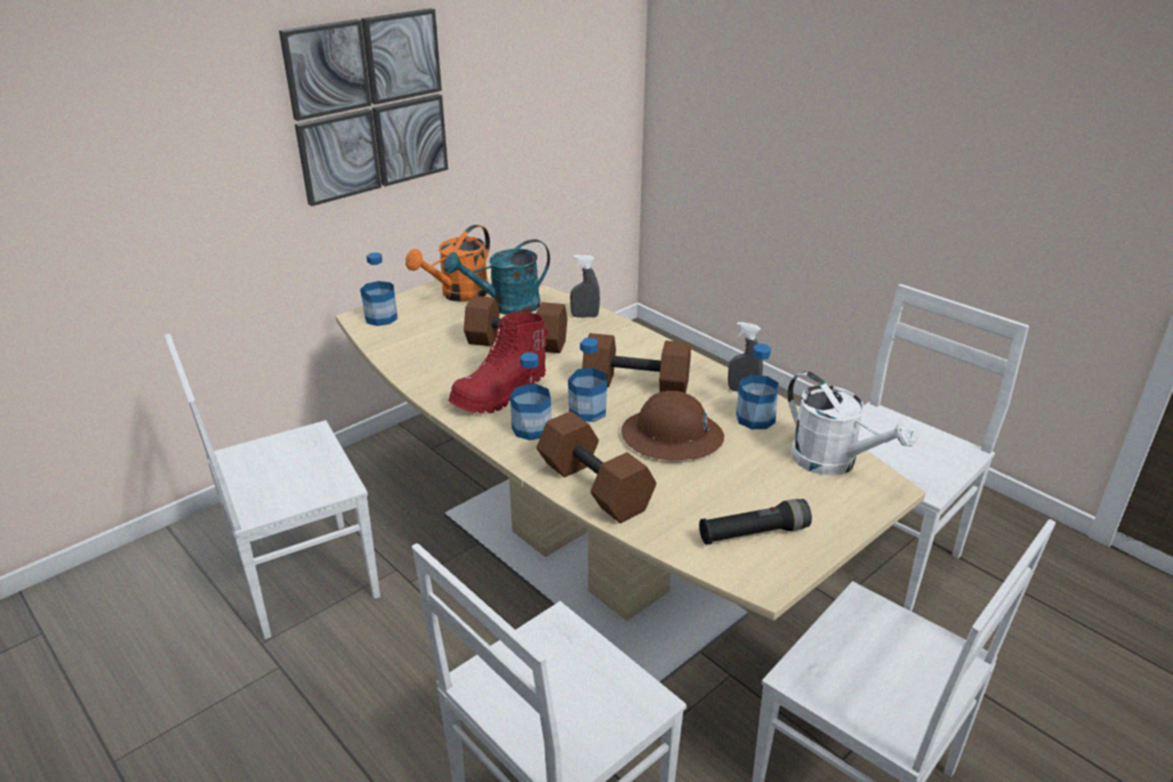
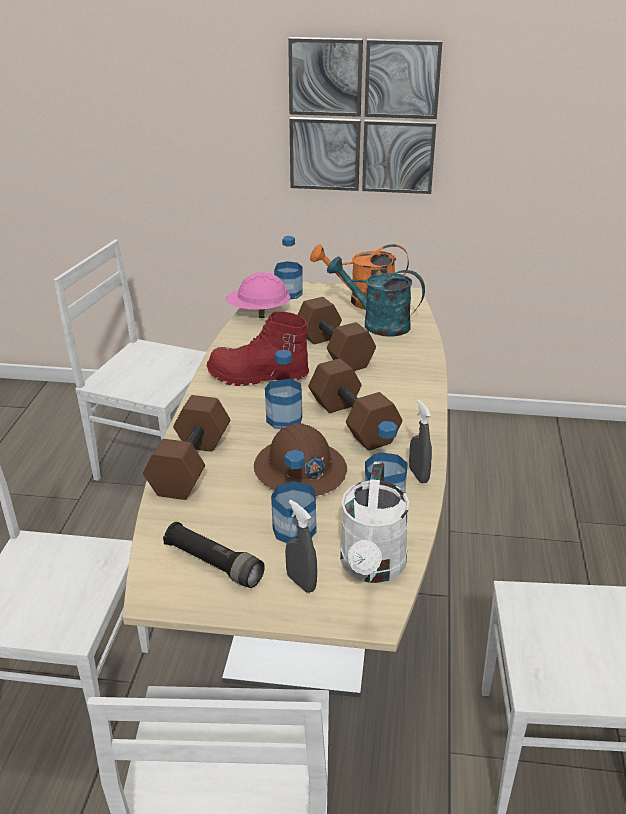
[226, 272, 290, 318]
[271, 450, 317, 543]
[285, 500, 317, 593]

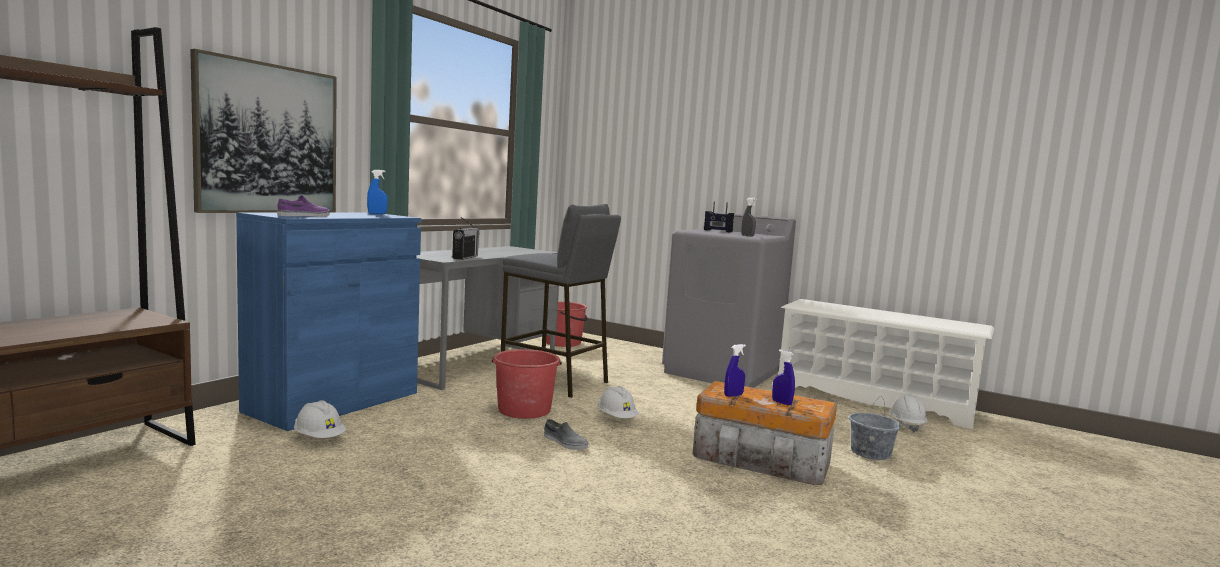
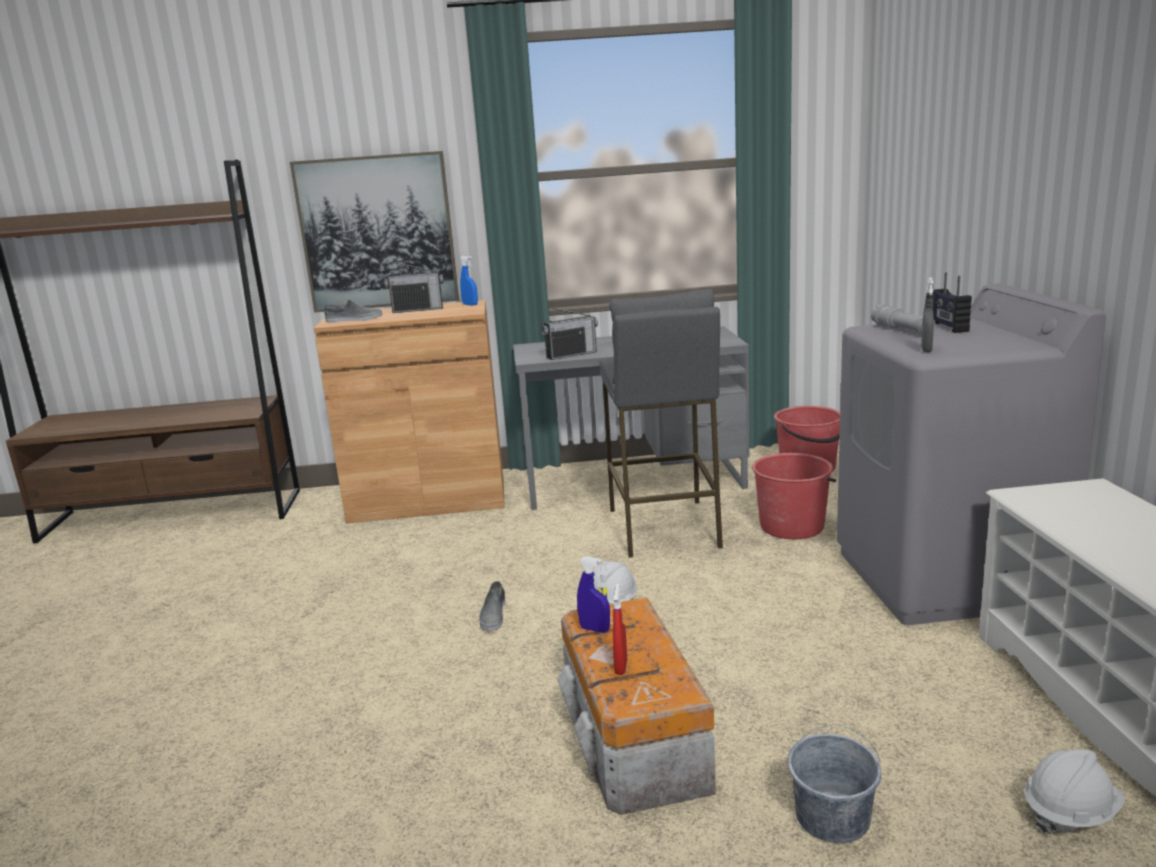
[314, 300, 505, 524]
[324, 299, 382, 322]
[384, 261, 444, 313]
[613, 583, 627, 675]
[752, 453, 836, 539]
[871, 305, 936, 334]
[294, 400, 346, 438] (first image)

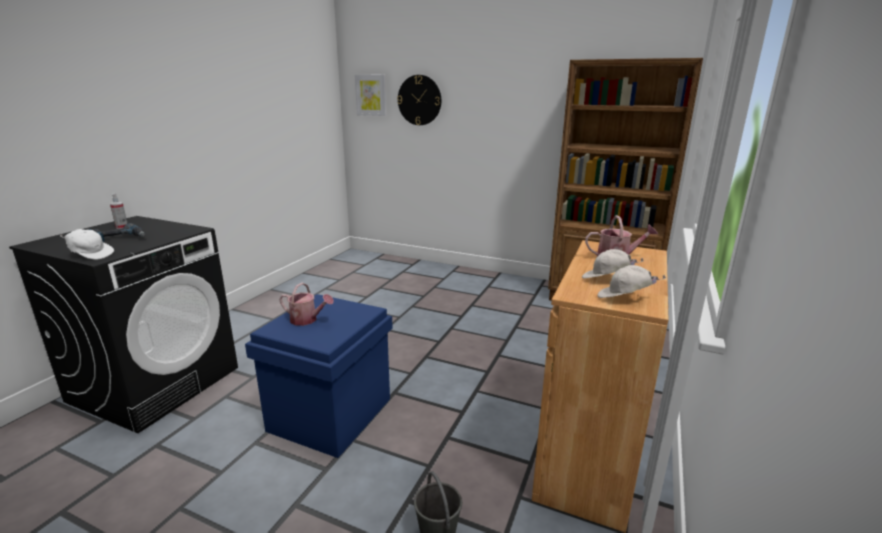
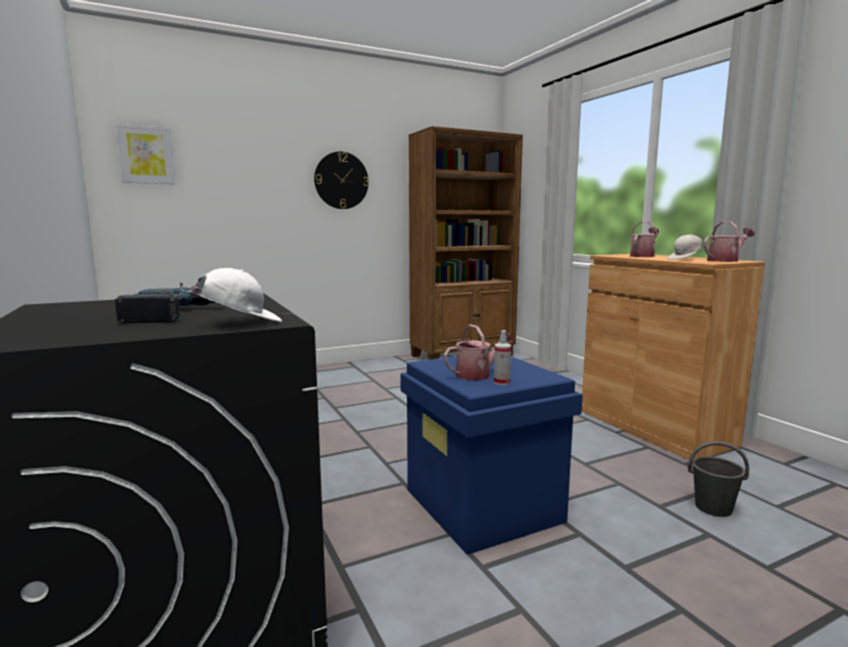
[314, 151, 369, 209]
[494, 330, 511, 385]
[704, 221, 755, 262]

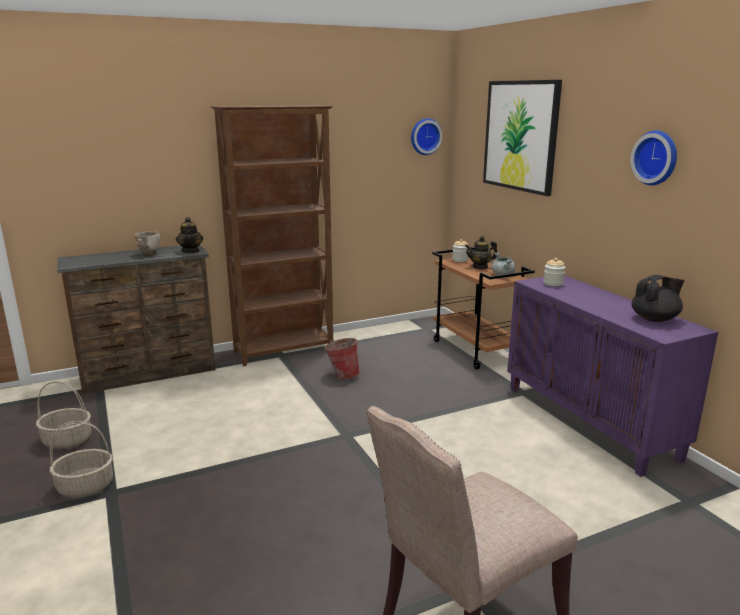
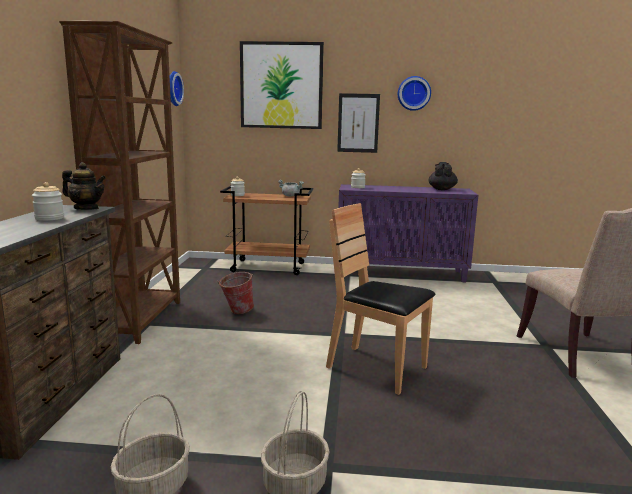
[32, 182, 64, 221]
[326, 203, 436, 395]
[337, 93, 380, 153]
[465, 236, 497, 269] (first image)

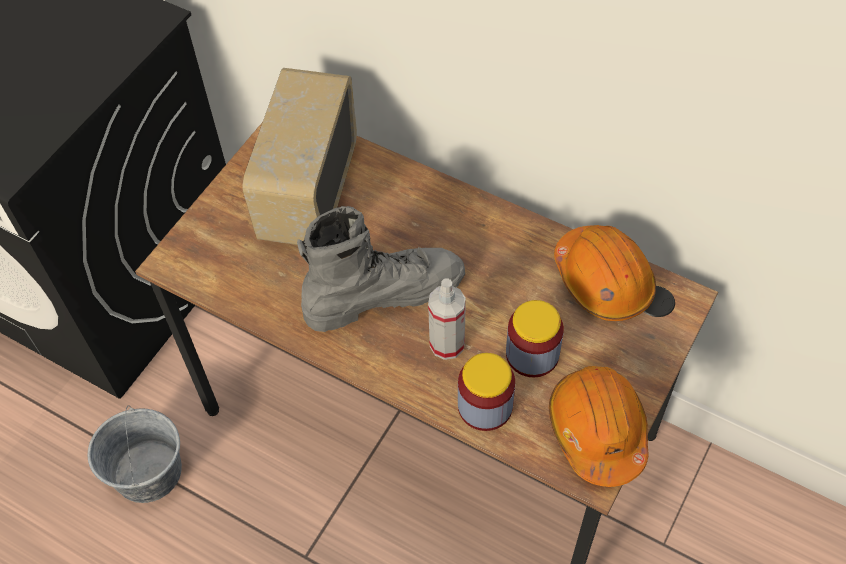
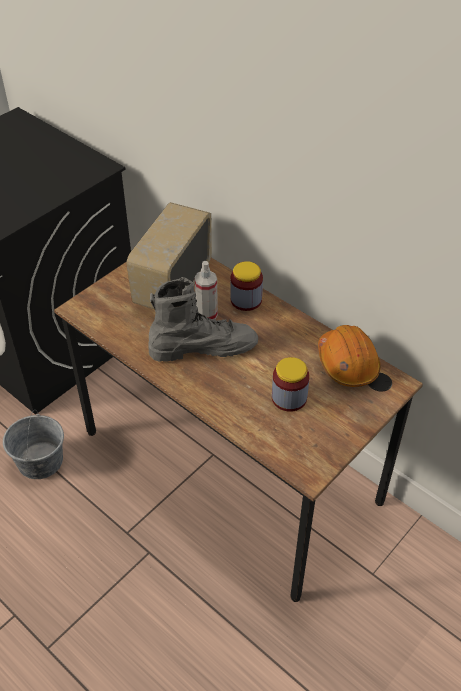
[195, 261, 218, 320]
[230, 261, 263, 311]
[549, 366, 648, 487] (first image)

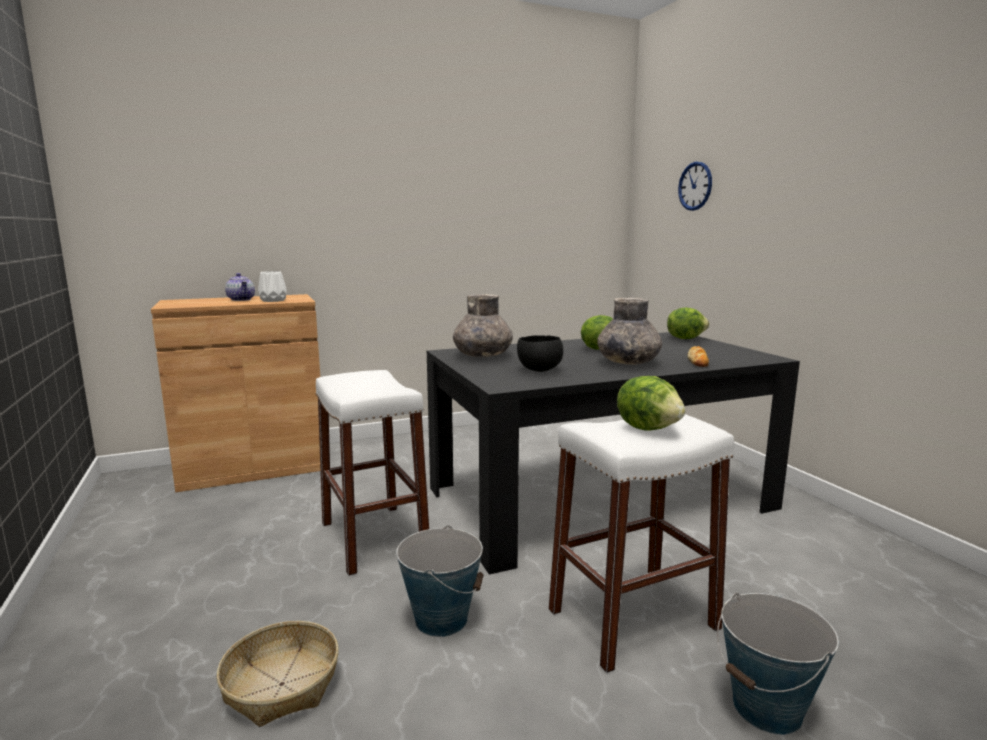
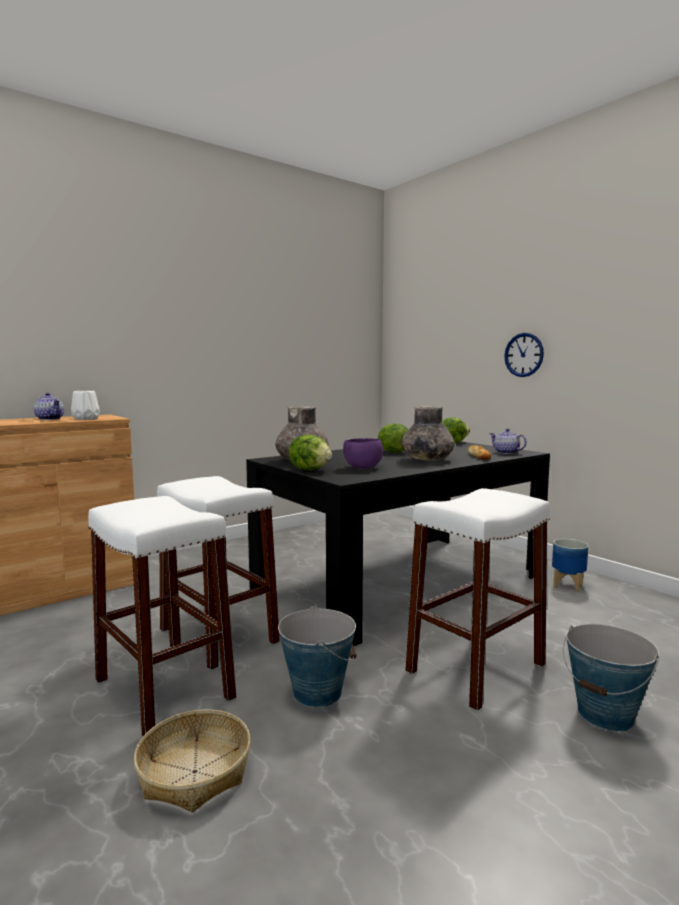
[88, 496, 236, 736]
[289, 435, 332, 470]
[343, 438, 383, 469]
[489, 429, 527, 454]
[504, 333, 544, 377]
[552, 539, 589, 592]

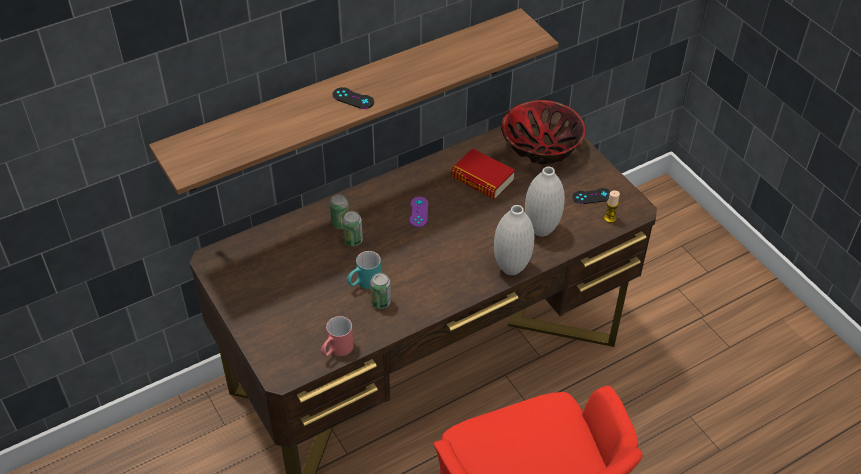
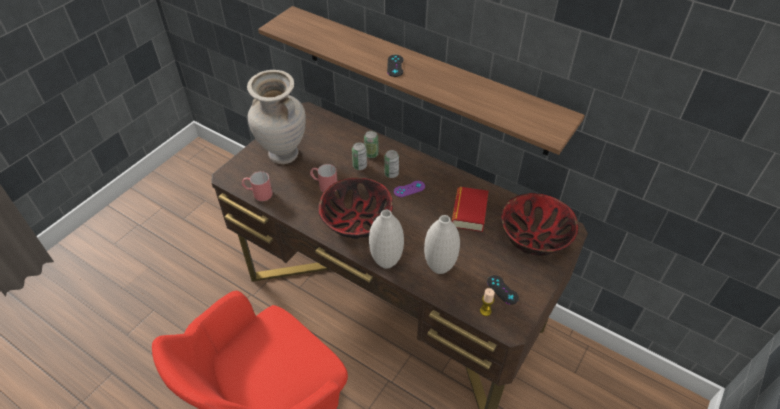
[247, 70, 306, 164]
[310, 164, 338, 192]
[318, 178, 393, 239]
[384, 150, 399, 178]

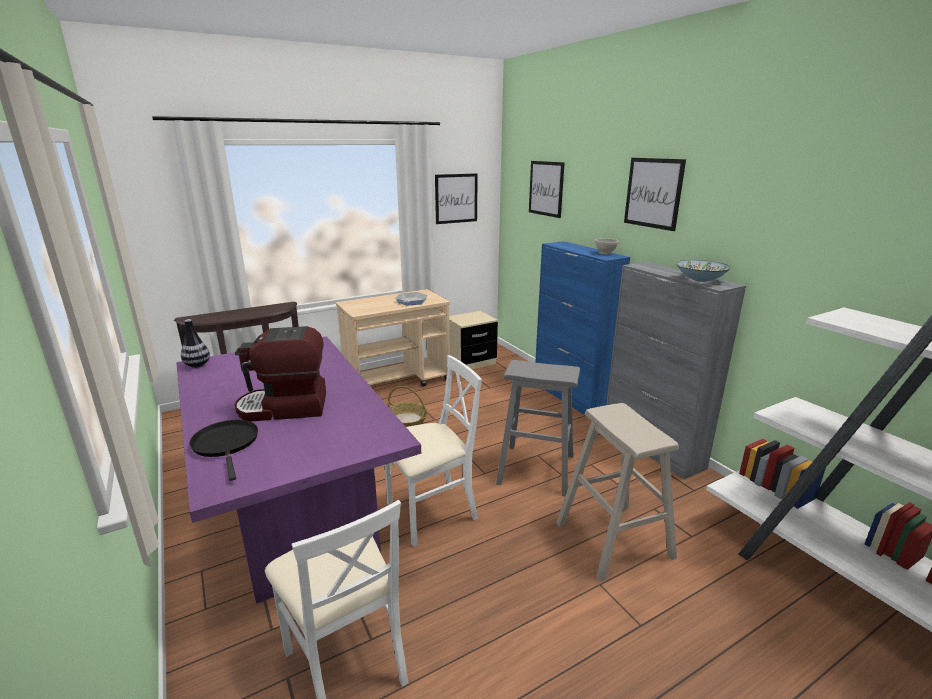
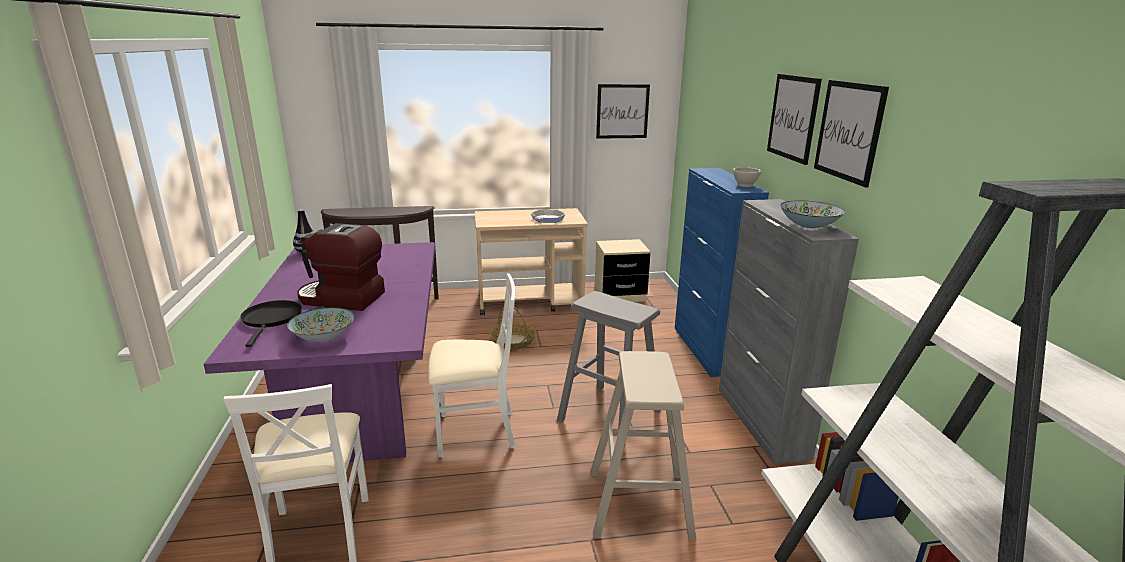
[287, 307, 355, 342]
[814, 80, 889, 188]

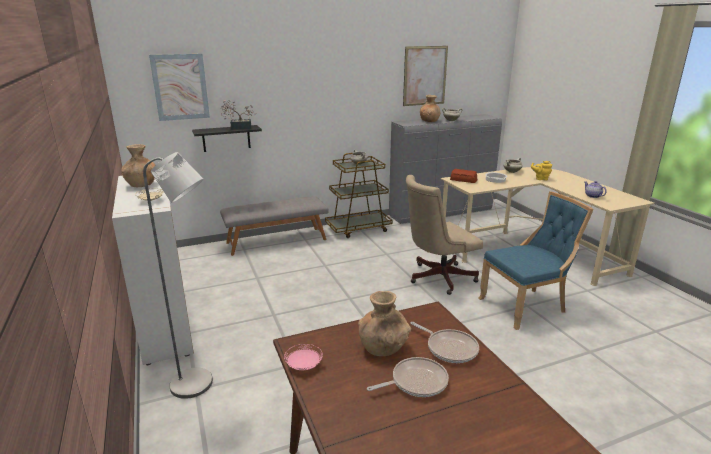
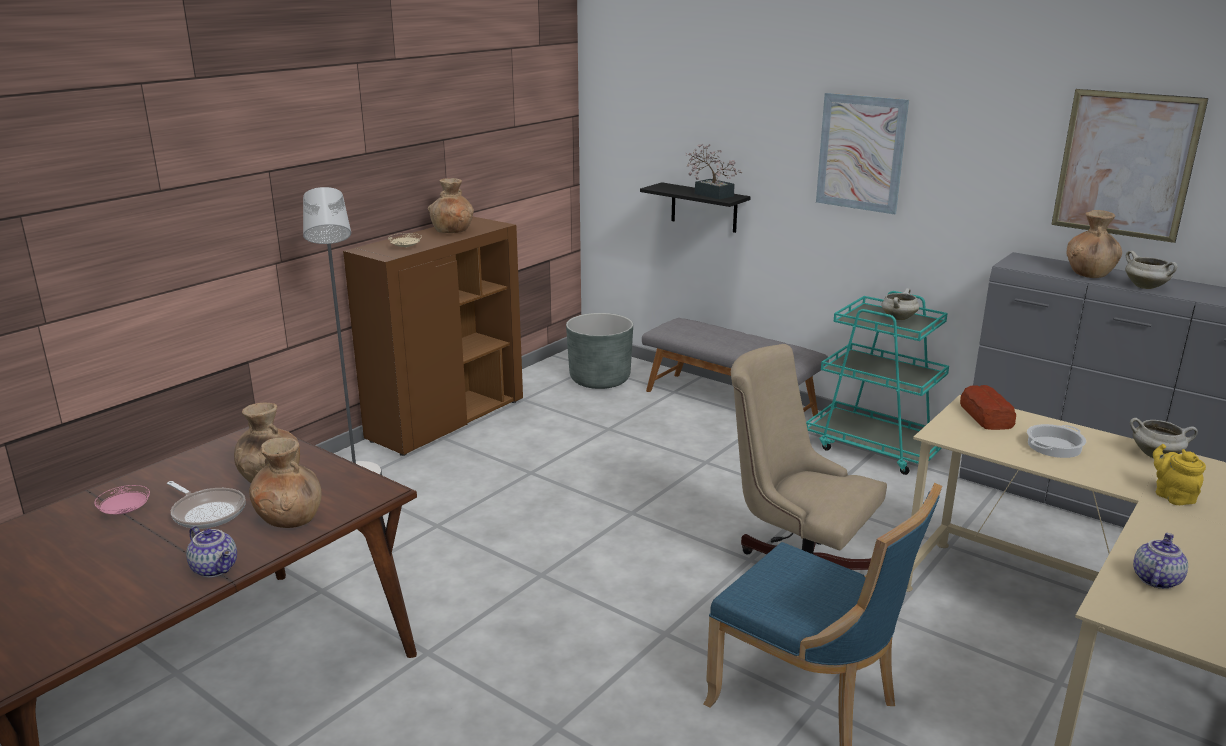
[94, 485, 150, 514]
[186, 526, 237, 578]
[249, 437, 322, 528]
[343, 217, 523, 456]
[566, 313, 633, 389]
[806, 291, 949, 475]
[816, 93, 909, 214]

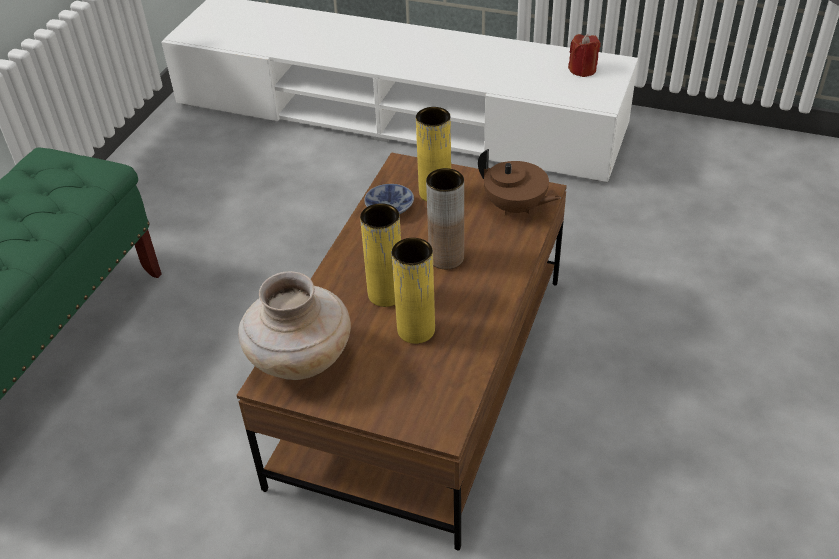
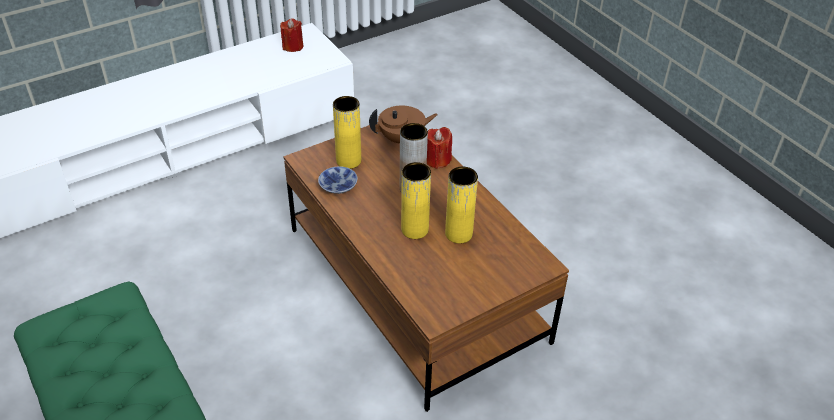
[427, 127, 452, 169]
[238, 271, 351, 380] (first image)

